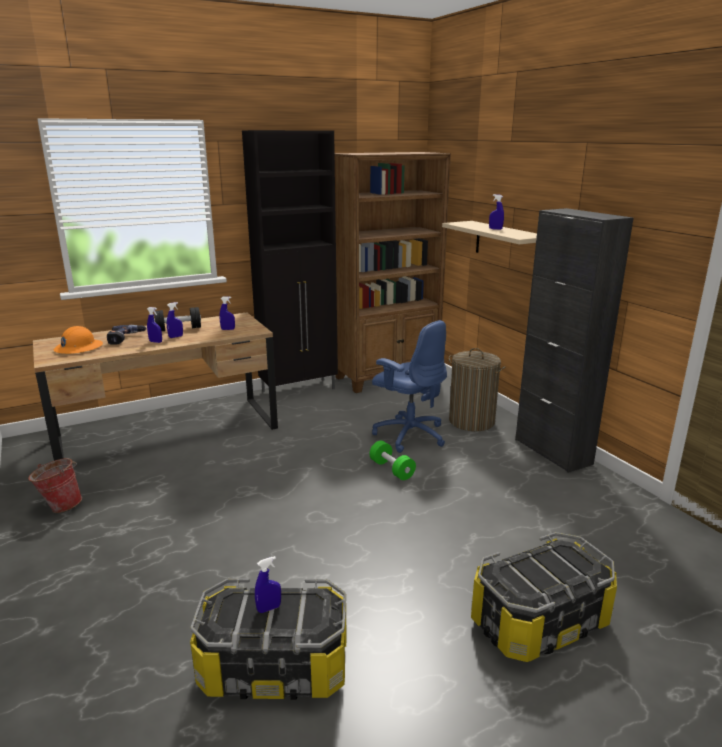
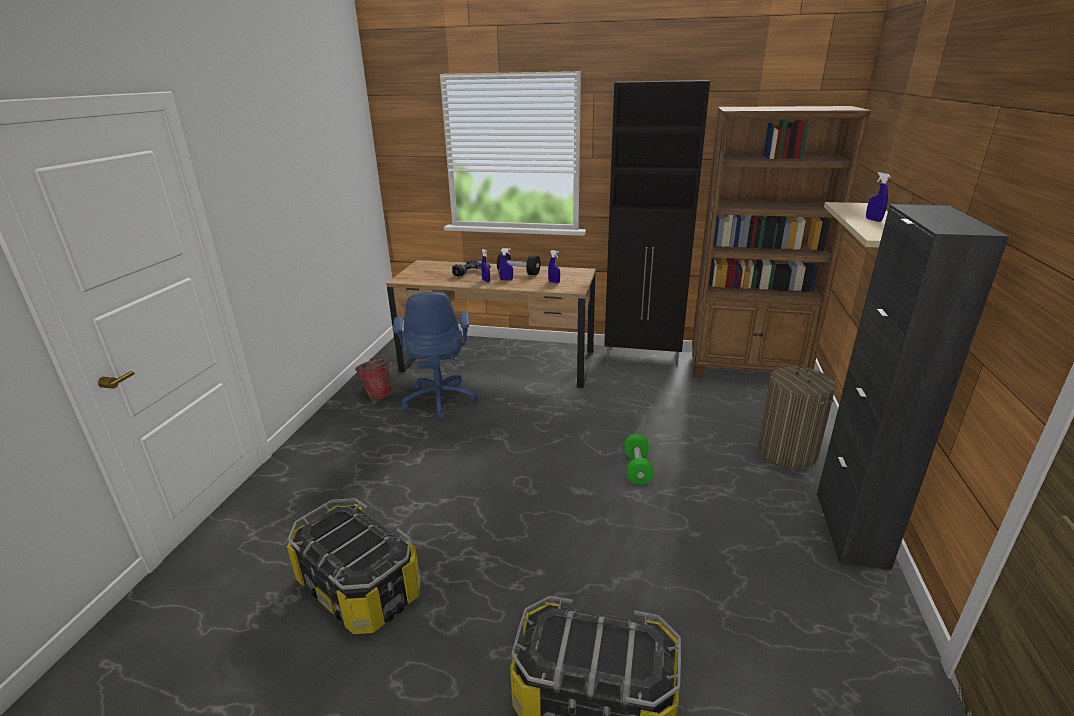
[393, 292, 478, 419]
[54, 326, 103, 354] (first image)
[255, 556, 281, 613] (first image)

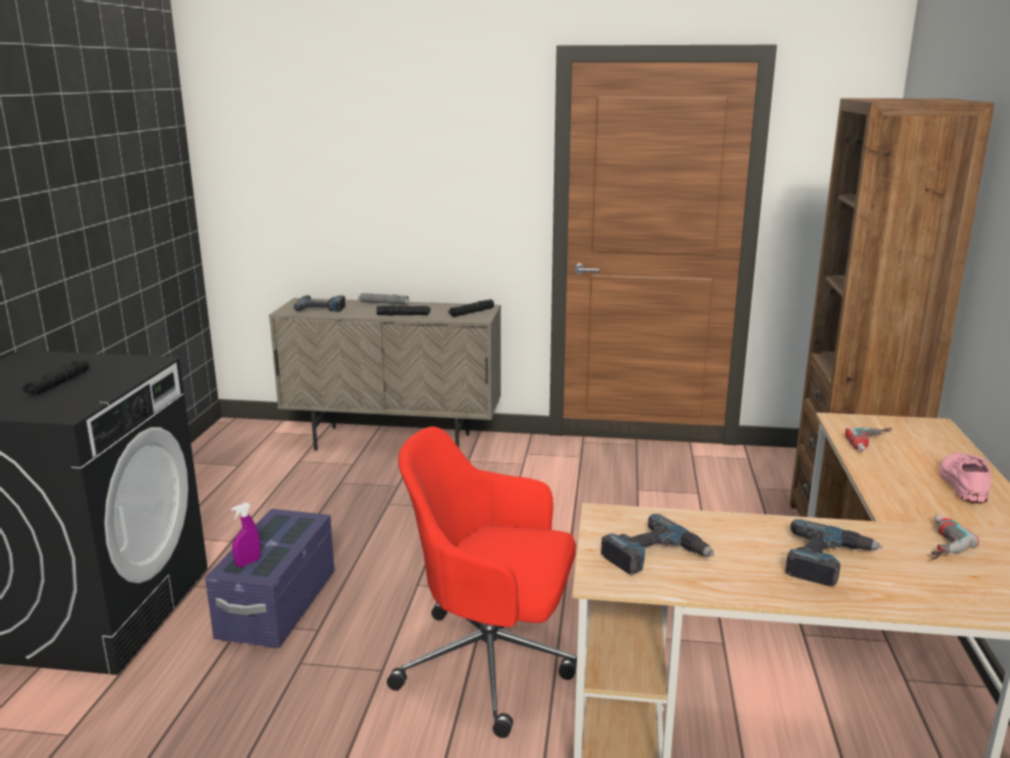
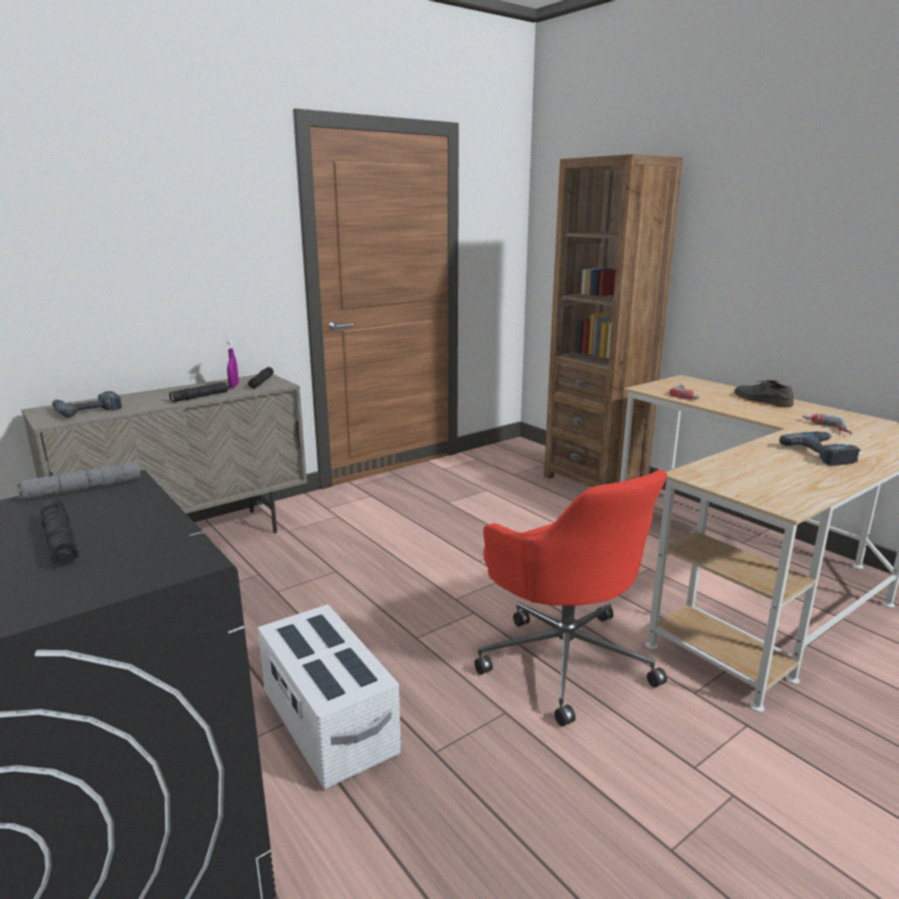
[17, 461, 141, 500]
[226, 338, 239, 388]
[258, 605, 401, 789]
[475, 469, 667, 727]
[734, 380, 794, 407]
[601, 514, 714, 574] (first image)

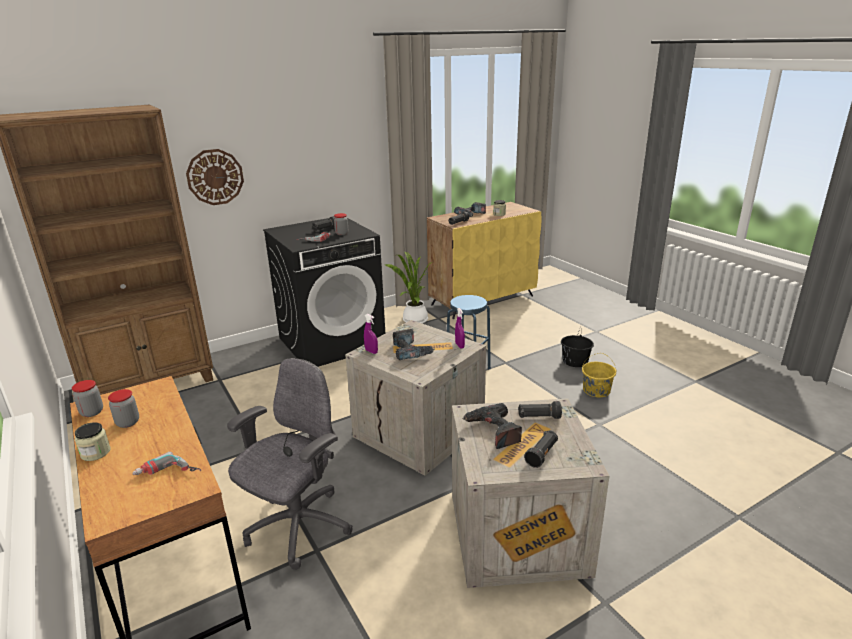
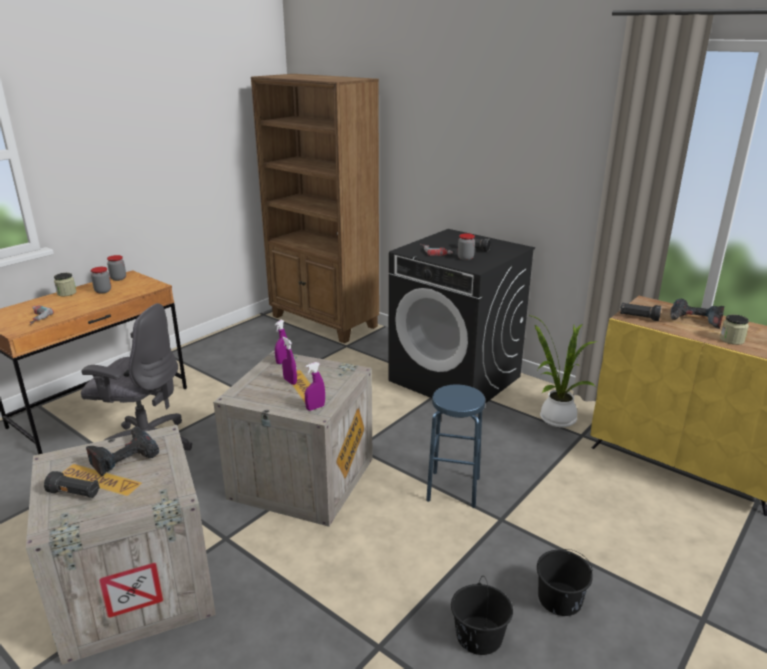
[282, 337, 297, 385]
[451, 576, 513, 655]
[186, 149, 244, 205] (first image)
[518, 401, 562, 419] (first image)

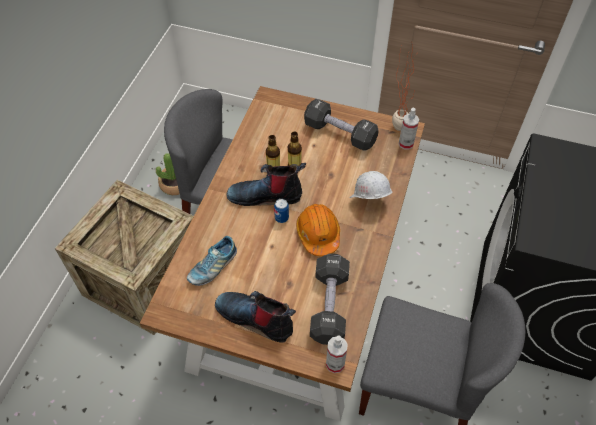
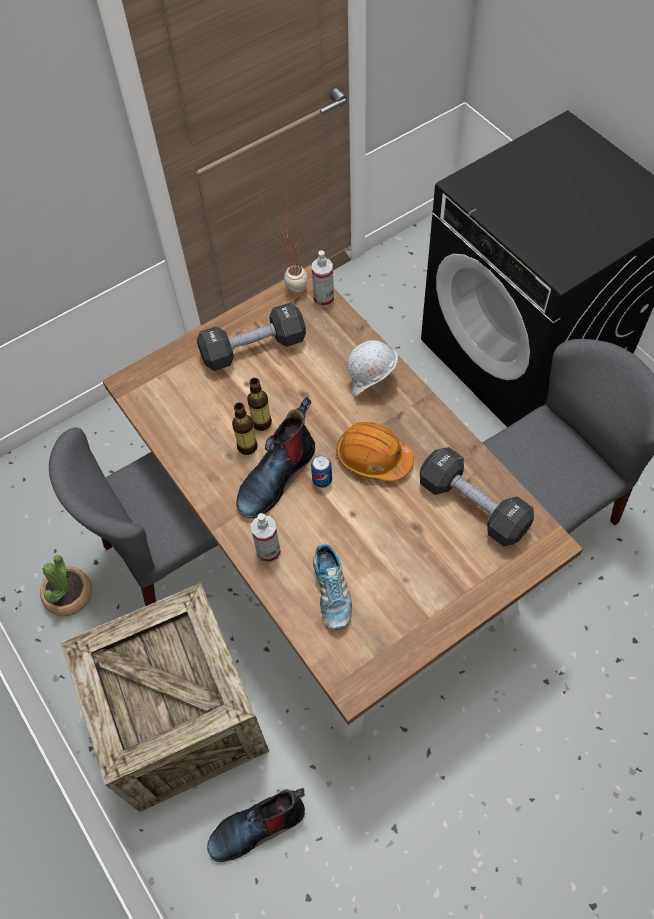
[207, 788, 305, 862]
[251, 513, 281, 563]

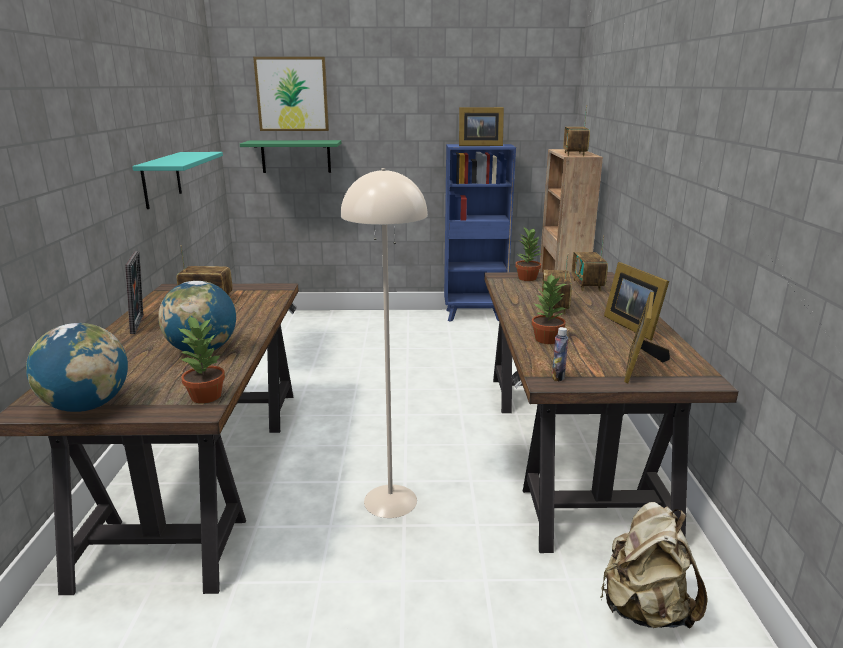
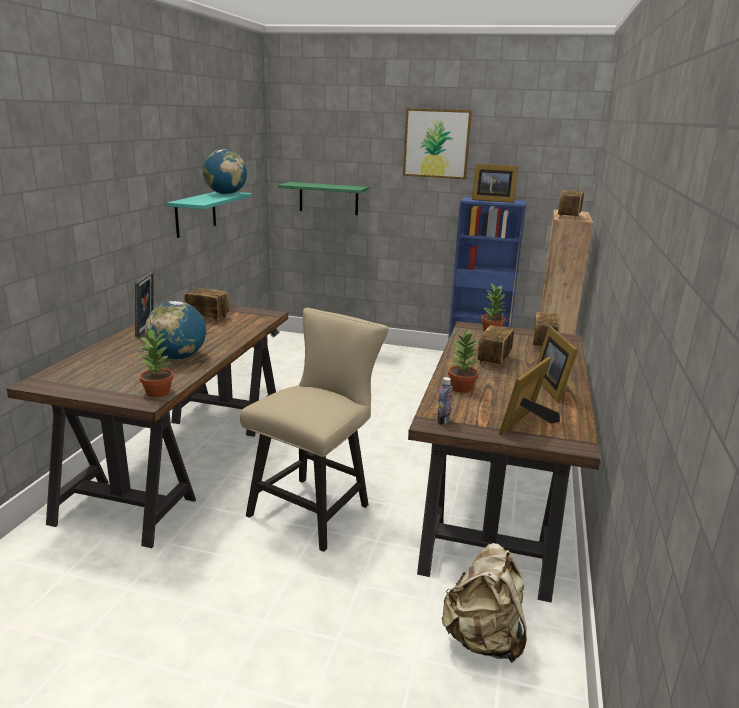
[203, 149, 247, 194]
[240, 308, 389, 552]
[403, 108, 472, 179]

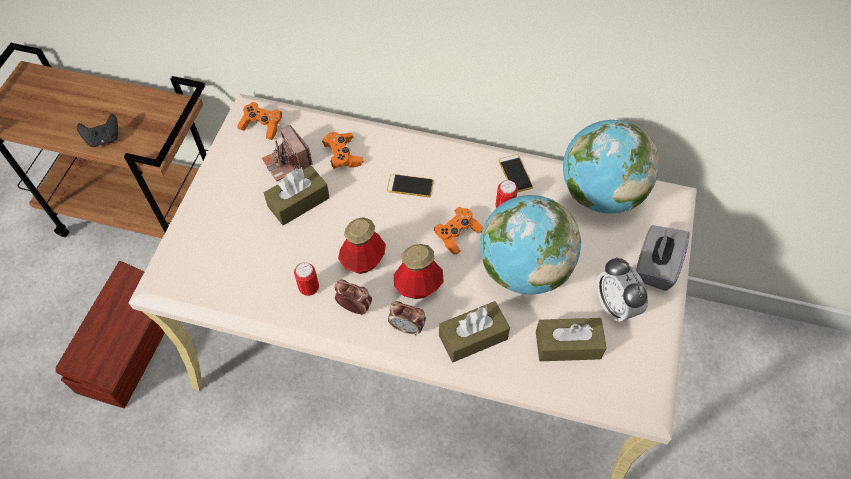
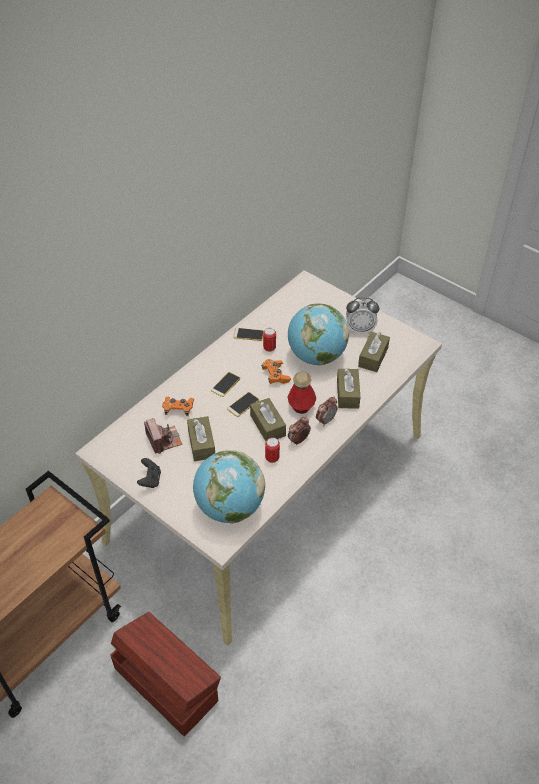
[137, 458, 161, 488]
[144, 418, 182, 454]
[193, 450, 265, 524]
[227, 392, 259, 417]
[250, 398, 286, 441]
[237, 102, 282, 140] (first image)
[636, 225, 690, 291] (first image)

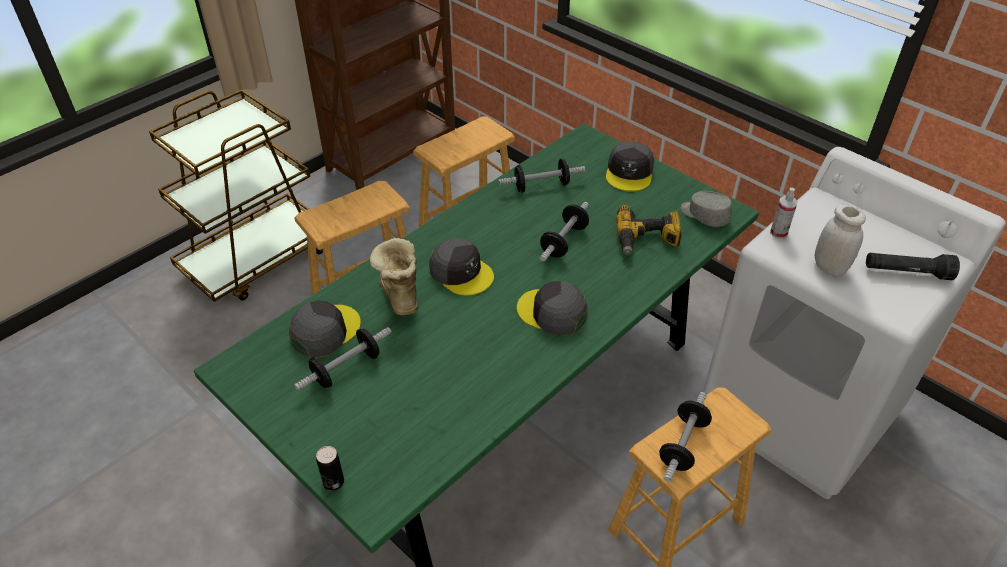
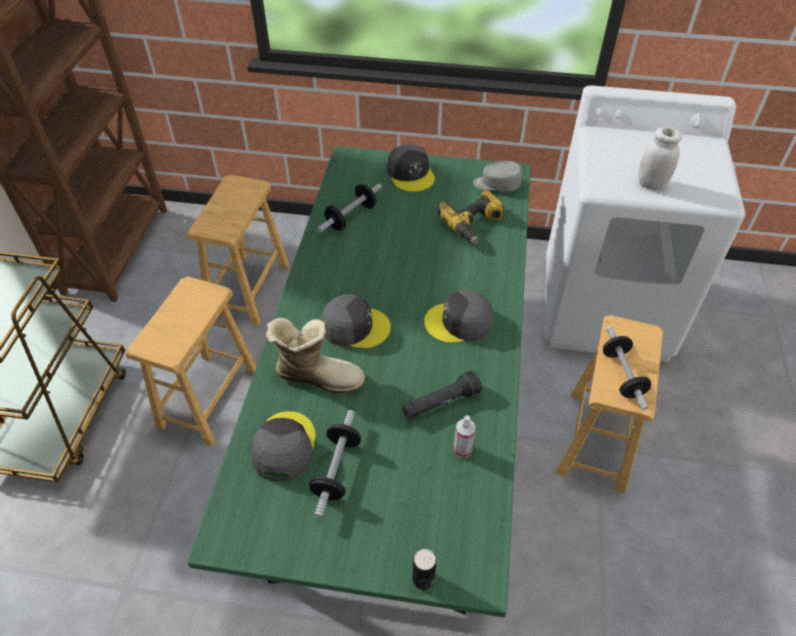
[266, 318, 365, 393]
[402, 371, 482, 419]
[453, 415, 476, 458]
[540, 202, 589, 262] (first image)

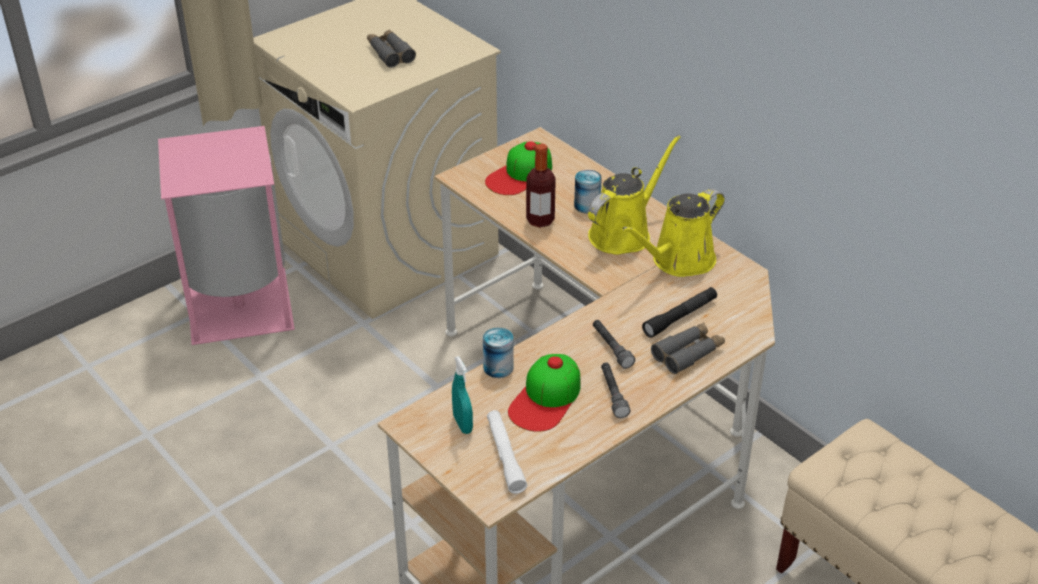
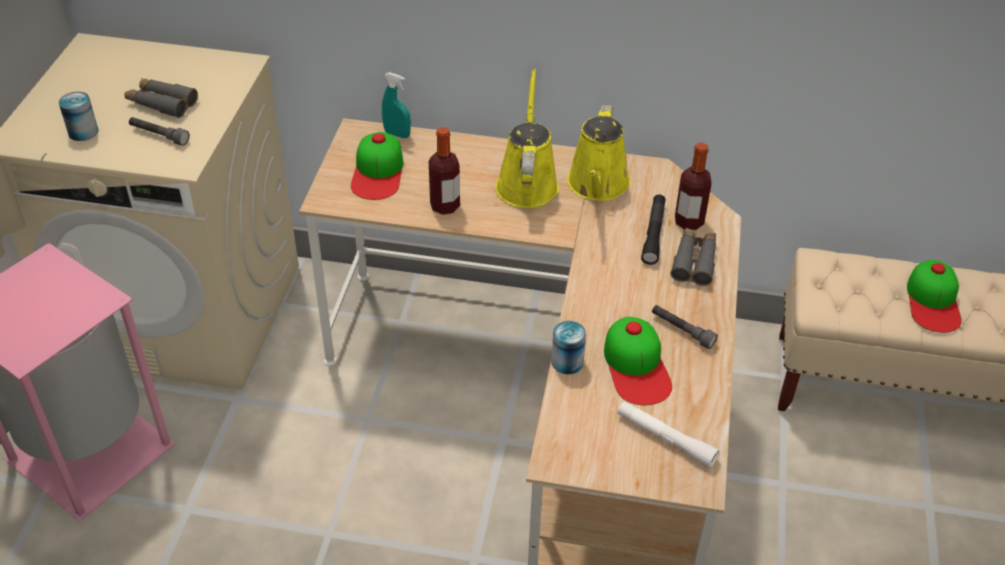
[59, 92, 98, 141]
[129, 117, 190, 146]
[382, 72, 411, 138]
[675, 143, 712, 230]
[907, 260, 962, 333]

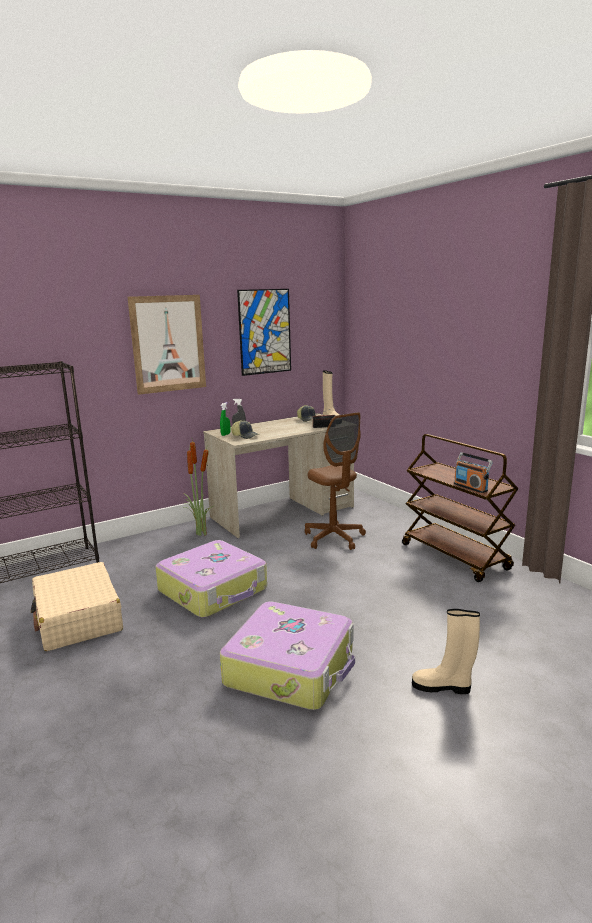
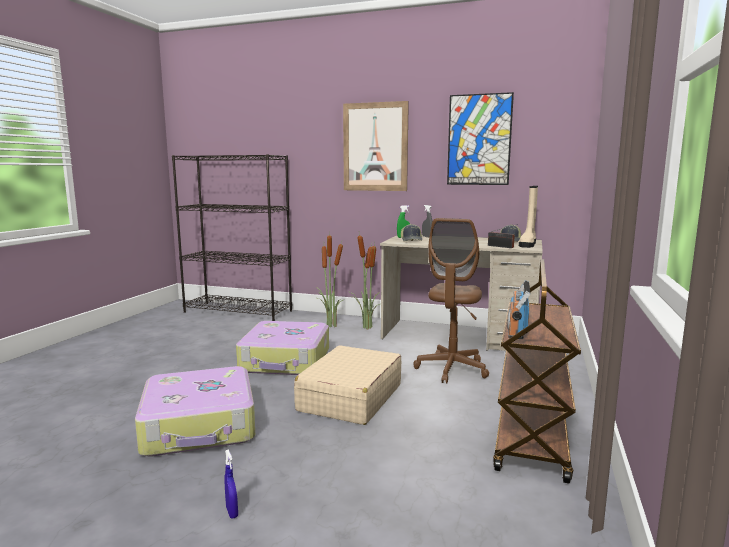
[225, 449, 238, 519]
[294, 345, 401, 425]
[316, 233, 345, 327]

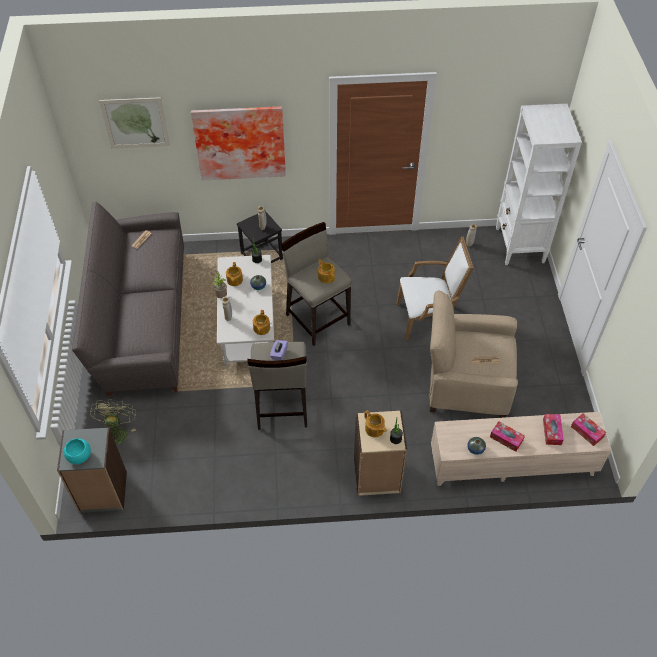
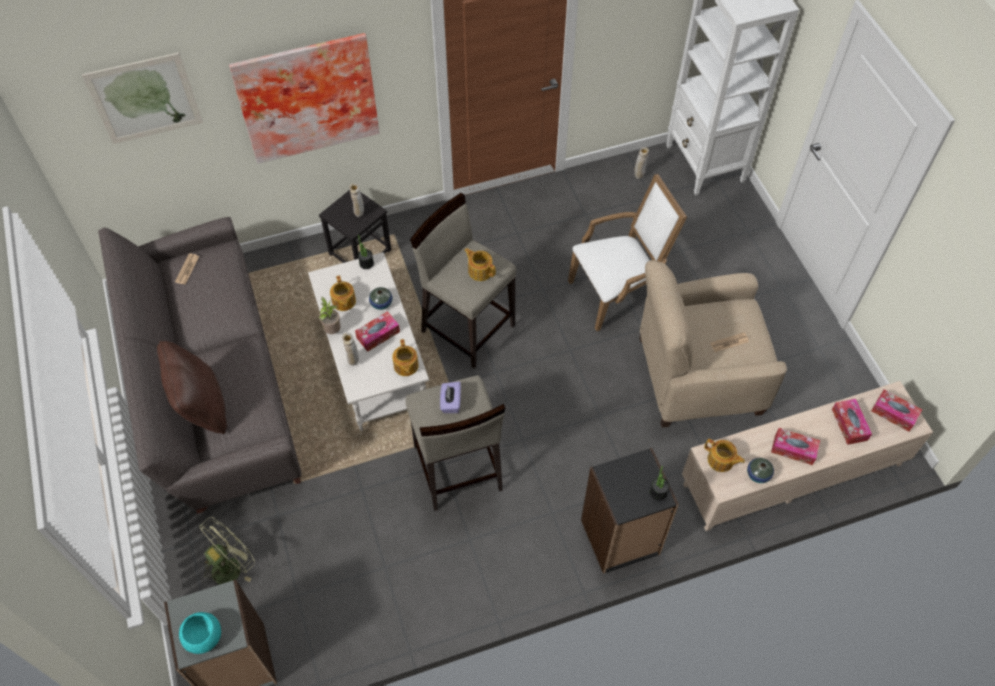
[157, 341, 227, 434]
[199, 517, 255, 584]
[355, 311, 400, 352]
[581, 448, 679, 574]
[704, 439, 745, 472]

